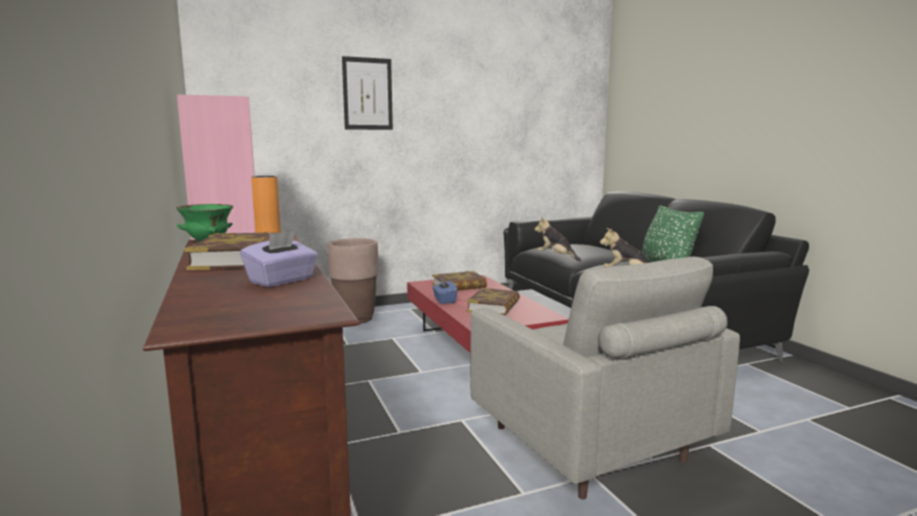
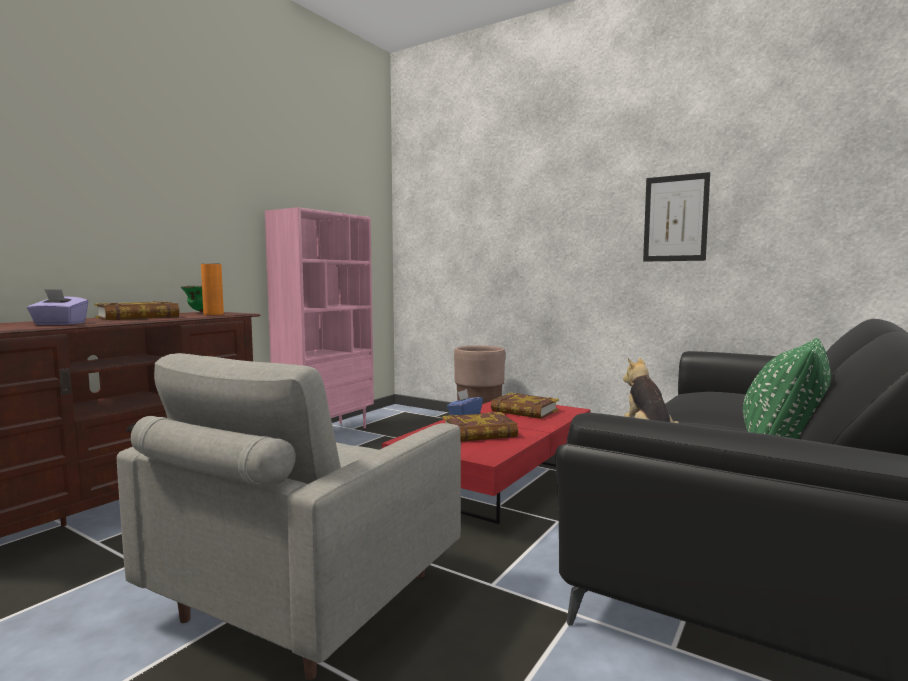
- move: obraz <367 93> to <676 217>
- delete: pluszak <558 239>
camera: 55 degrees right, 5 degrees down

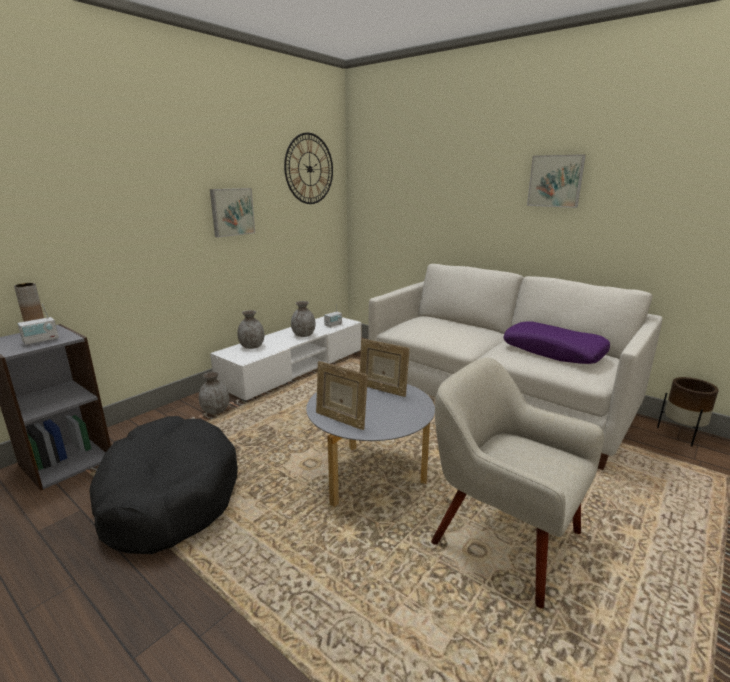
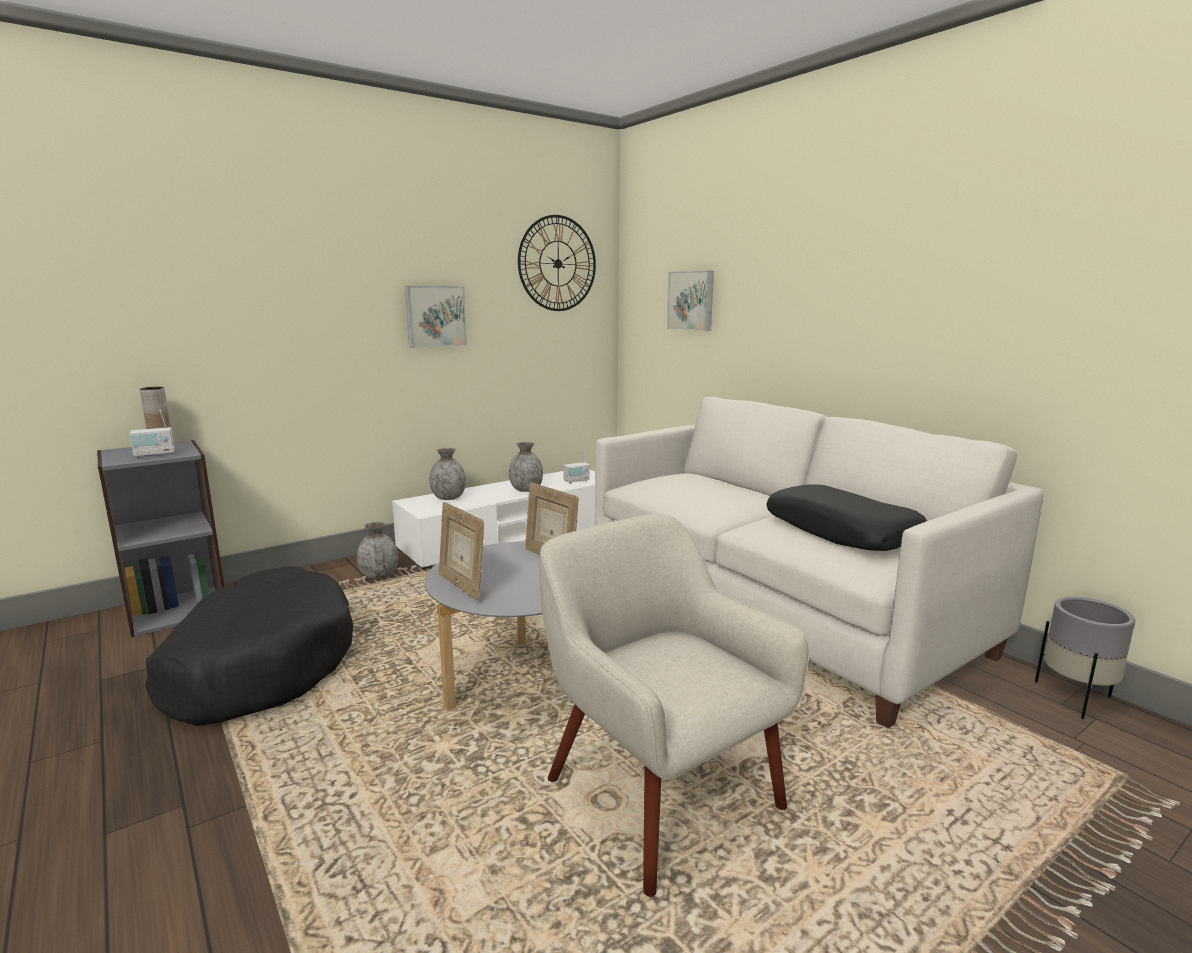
- move: obraz <556 181> to <690 301>
- recolor: poduszka/fioletowy <556 342> to poduszka/czarny <846 517>
- recolor: donica/brązowy <688 412> to donica/szary <1085 658>
camera: 15 degrees right, 5 degrees down

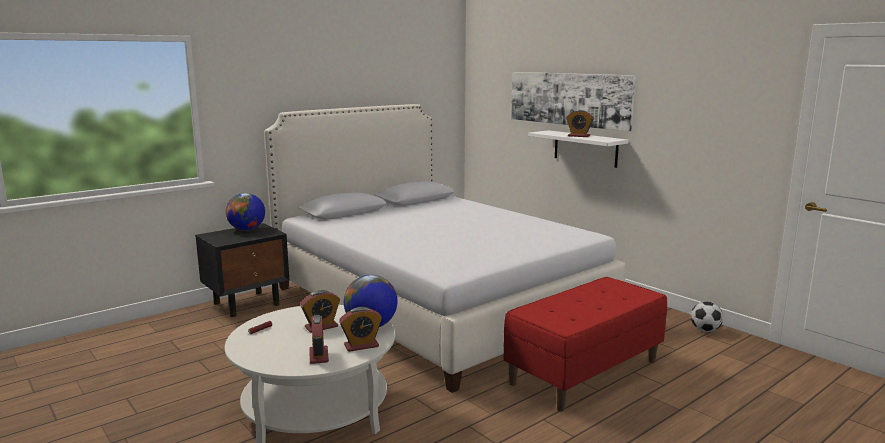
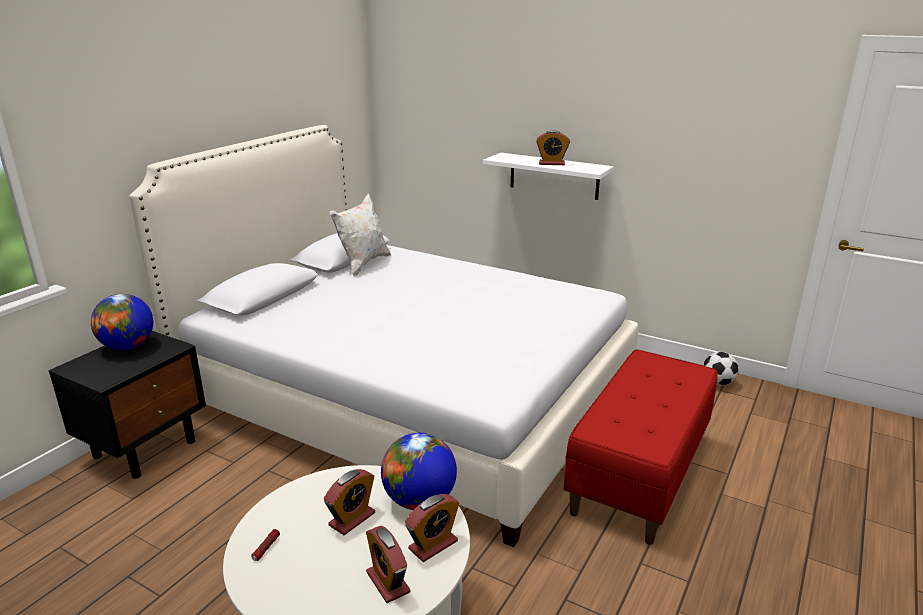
- delete: obraz <573 101>
- insert: poduszka/biały <360 234>
camera: 20 degrees left, 10 degrees up

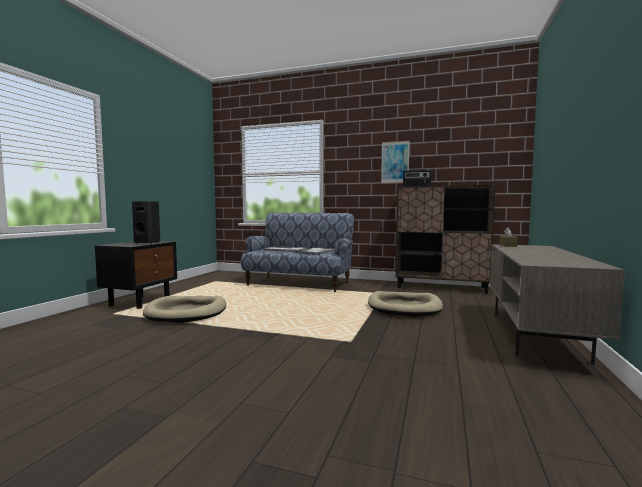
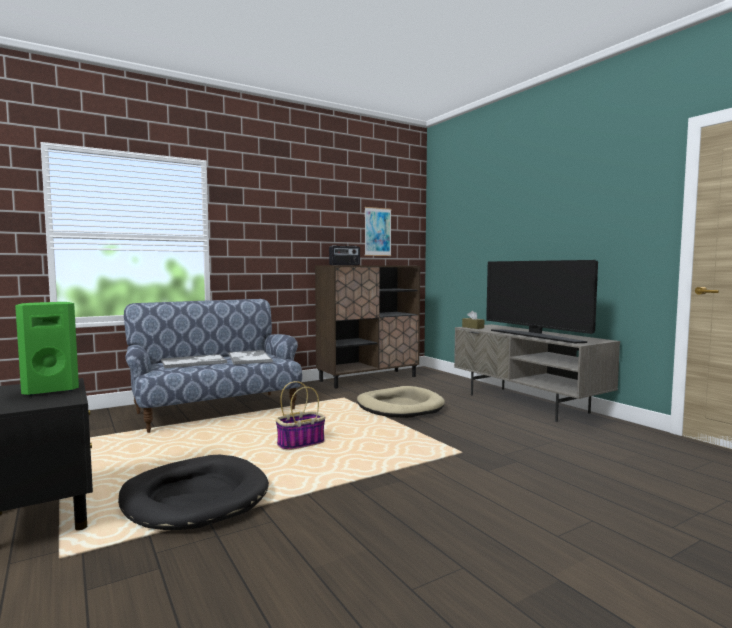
- move: obraz <395 162> to <378 231>
- recolor: głośnik/czarny <146 222> to głośnik/zielony <47 349>
- recolor: legowisko/beżowy <184 309> to legowisko/czarny <193 492>
- insert: telewizor <542 301>
- insert: koszyk <300 415>
camera: 50 degrees left, 0 degrees up

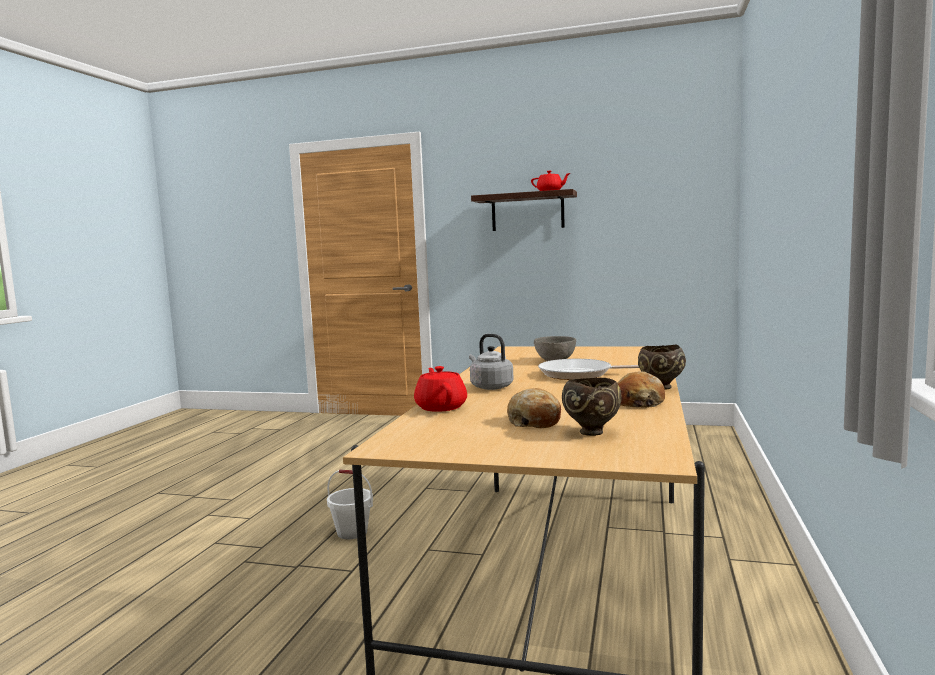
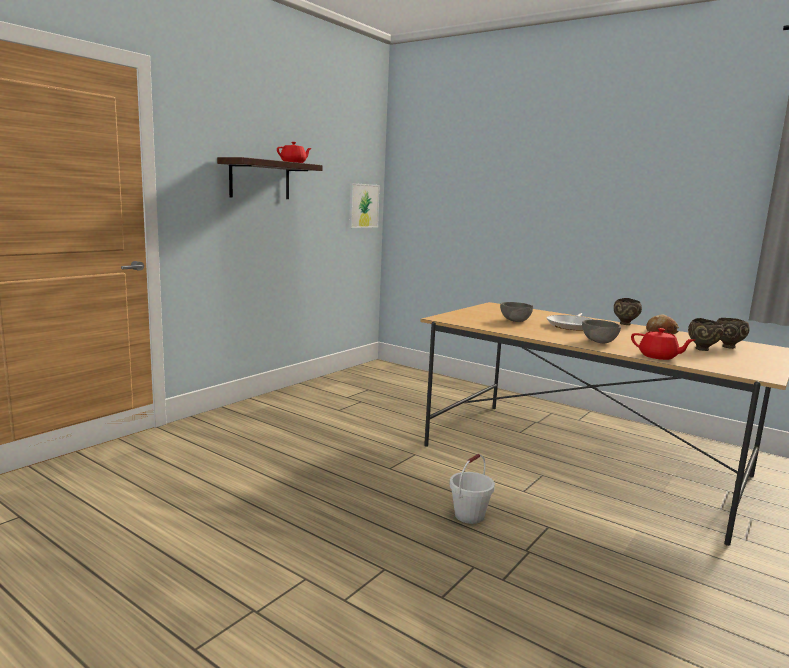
- replace: czajnik/szary <491 362> to miska/szary <601 331>
- rotate: imbryk/czerwony <440 389> = <663 344> 150 degrees counterclockwise
- replace: chleb <534 408> to miska/brązowy <706 334>
- insert: obraz <364 205>
camera: 70 degrees left, 5 degrees up

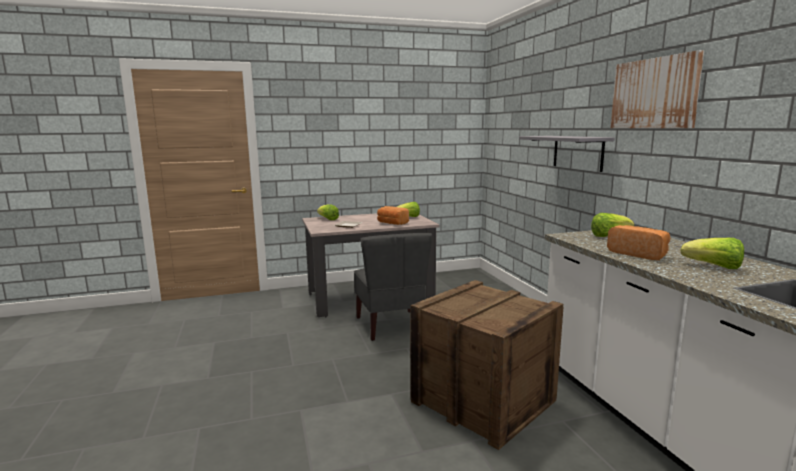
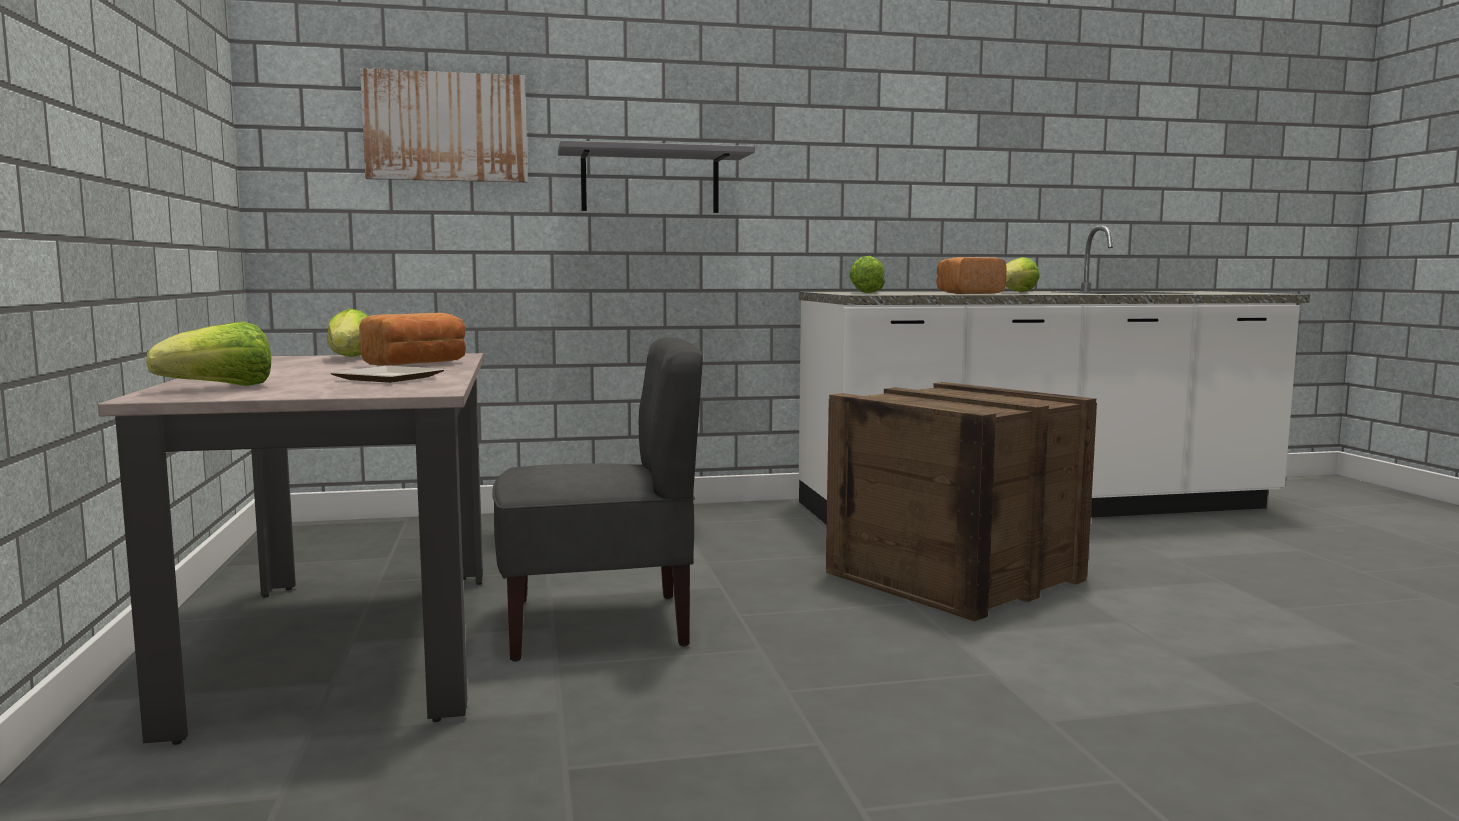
- move: obraz <657 89> to <444 125>
camera: 85 degrees left, 5 degrees down

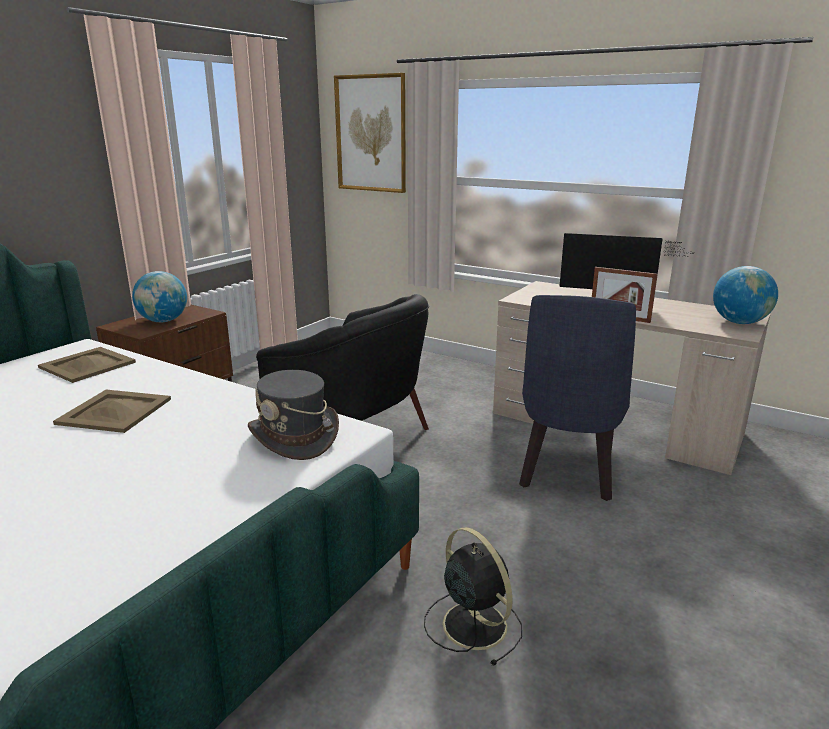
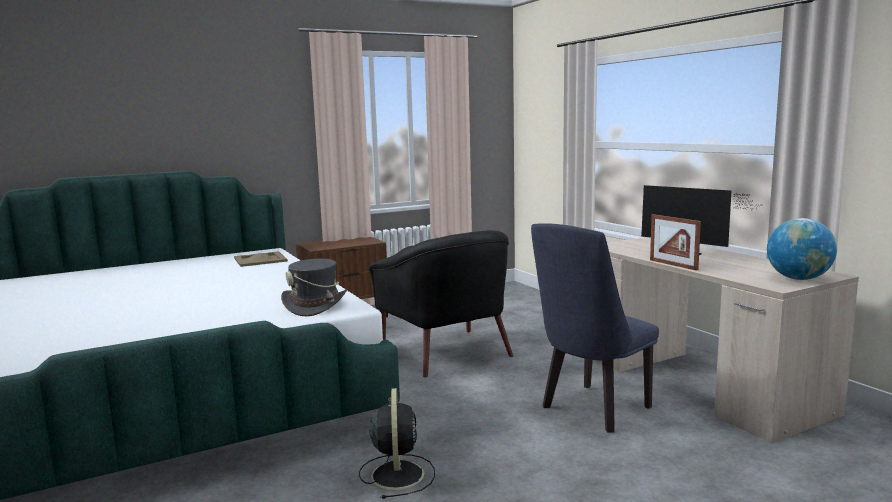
- delete: obraz <370 133>
- delete: globus <159 296>
- delete: taca/beżowy <112 411>
camera: 30 degrees right, 10 degrees down

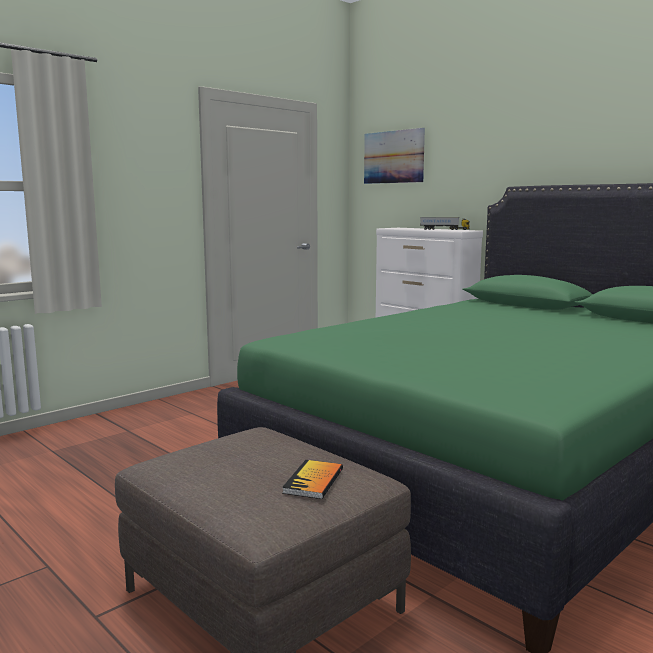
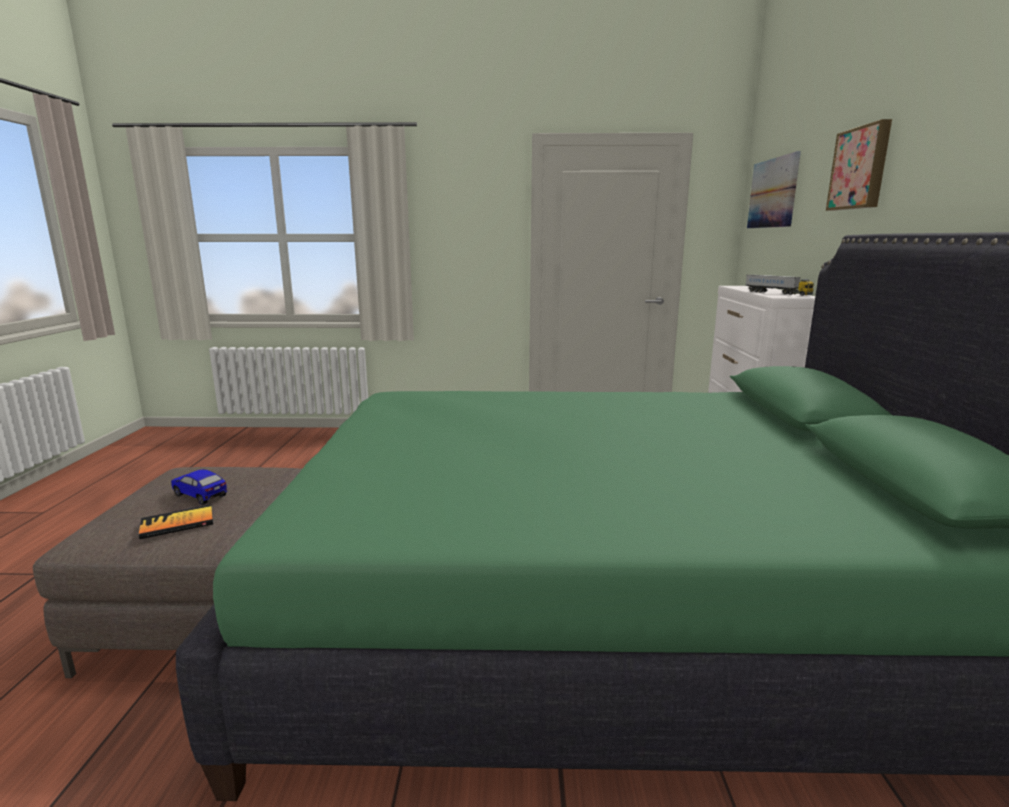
- insert: obraz <859 165>
- insert: samochodzik <199 487>
camera: 45 degrees right, 5 degrees up

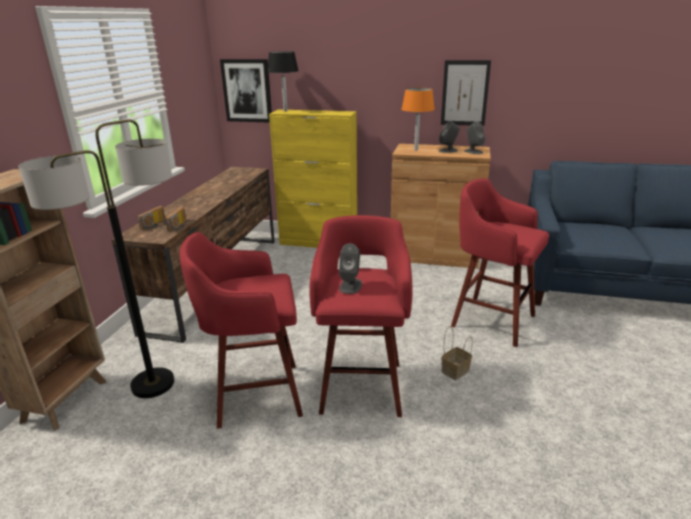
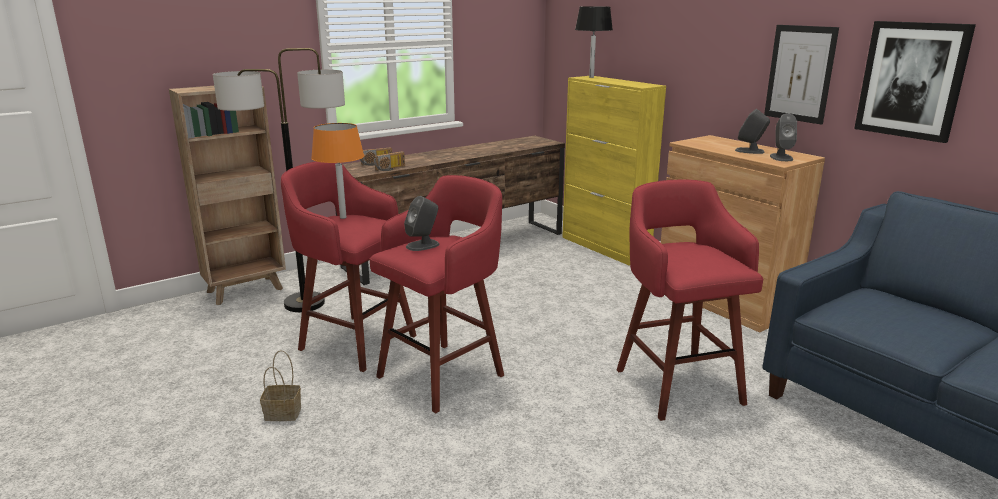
- move: obraz <246 91> to <915 82>
- move: lampa stołowa/pomarańczowy <418 119> to <337 171>
- move: koszyk <457 353> to <280 385>
camera: 40 degrees right, 5 degrees down

